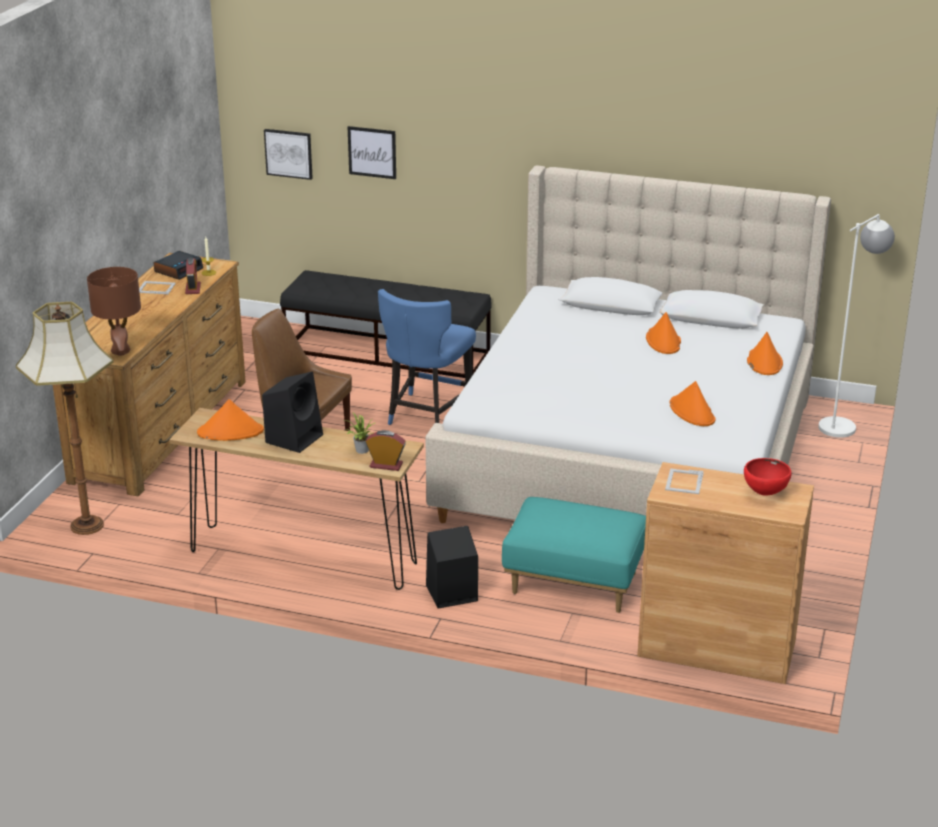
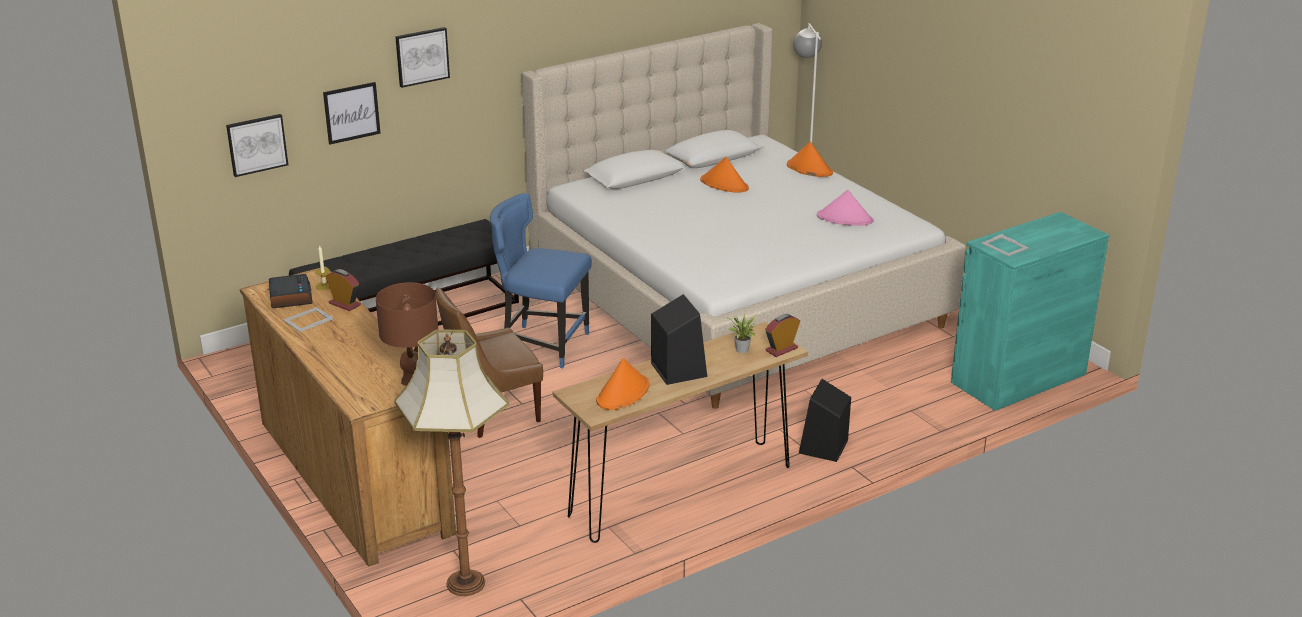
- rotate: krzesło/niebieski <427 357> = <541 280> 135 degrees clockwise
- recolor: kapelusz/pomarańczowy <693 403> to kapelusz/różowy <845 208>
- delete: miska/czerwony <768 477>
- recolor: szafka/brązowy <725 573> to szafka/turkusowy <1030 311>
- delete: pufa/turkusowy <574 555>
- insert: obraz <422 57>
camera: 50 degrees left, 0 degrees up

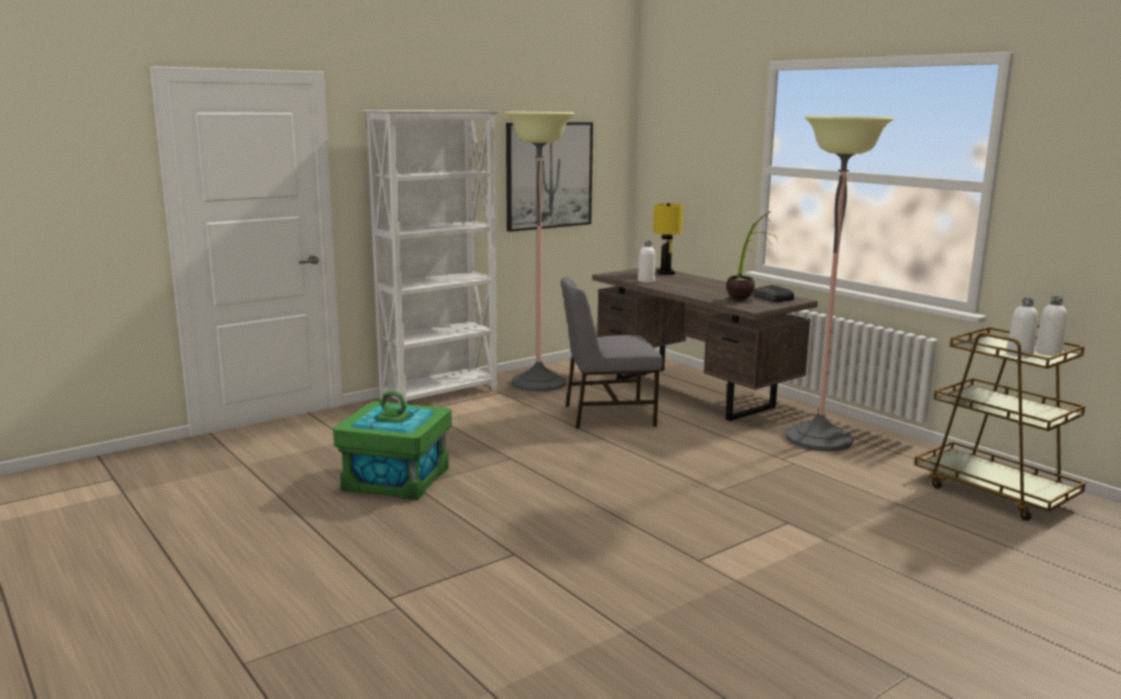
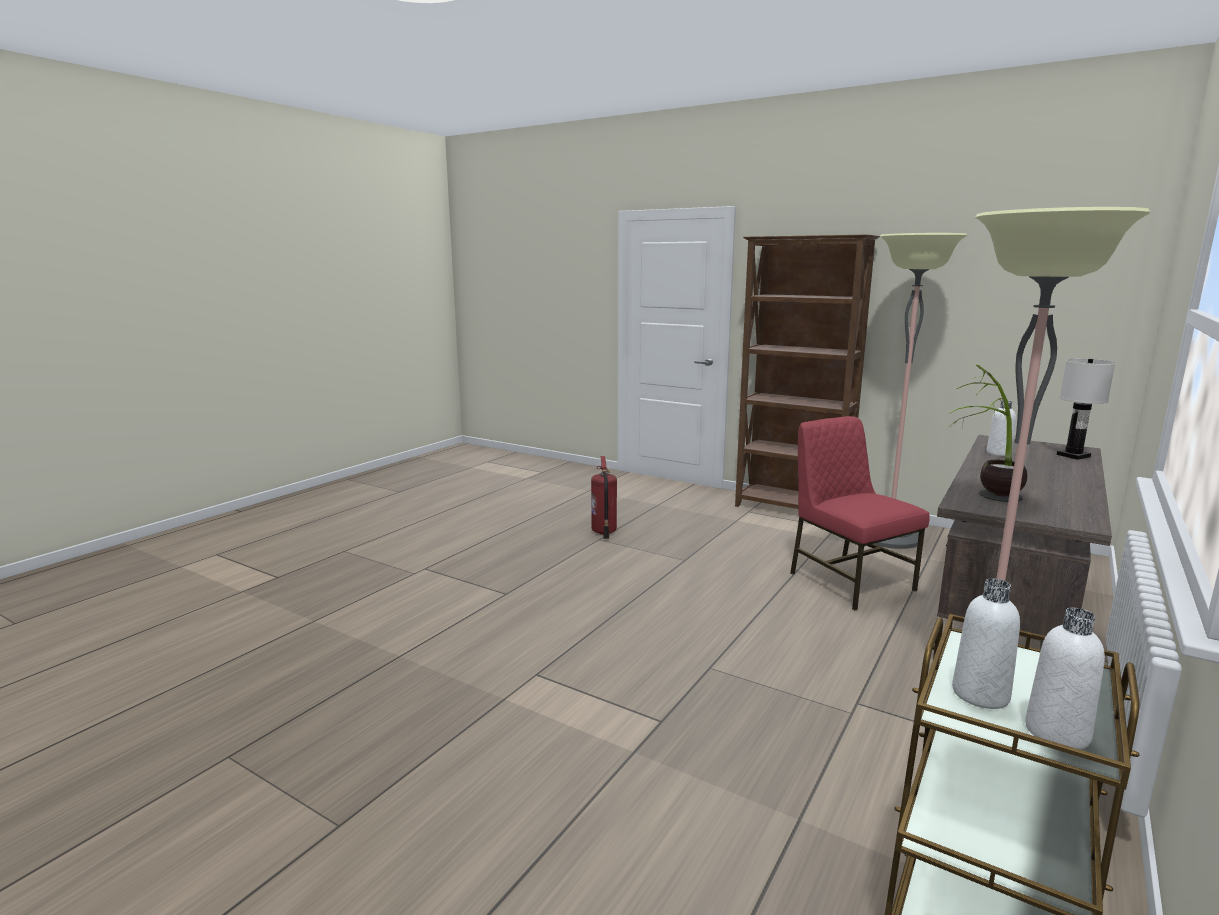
- recolor: regał/biały <431 256> to regał/brązowy <807 371>
- delete: obraz <549 177>
- recolor: lampa stołowa/żółty <668 239> to lampa stołowa/biały <1086 409>
- recolor: krzesło/szary <612 353> to krzesło/czerwony <860 513>
- delete: radio <774 293>
- replace: pojemnik do przechowywania/zielony <392 445> to gaśnica <604 497>
camera: 70 degrees right, 0 degrees up

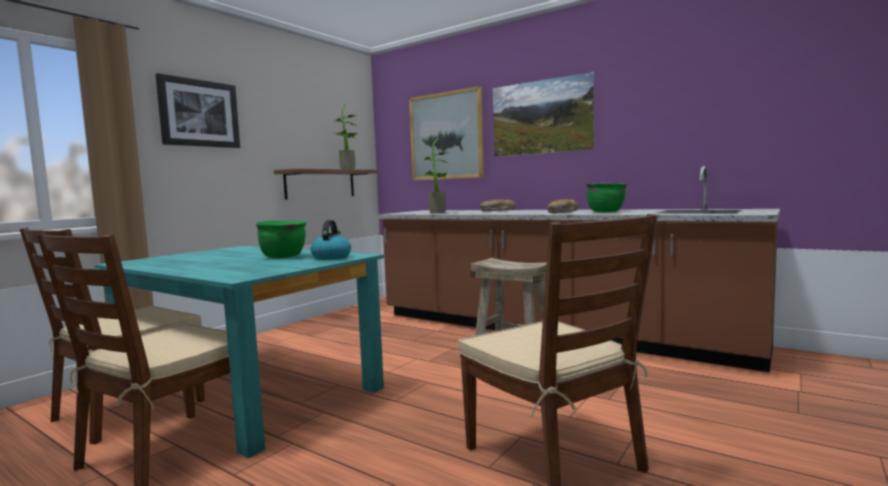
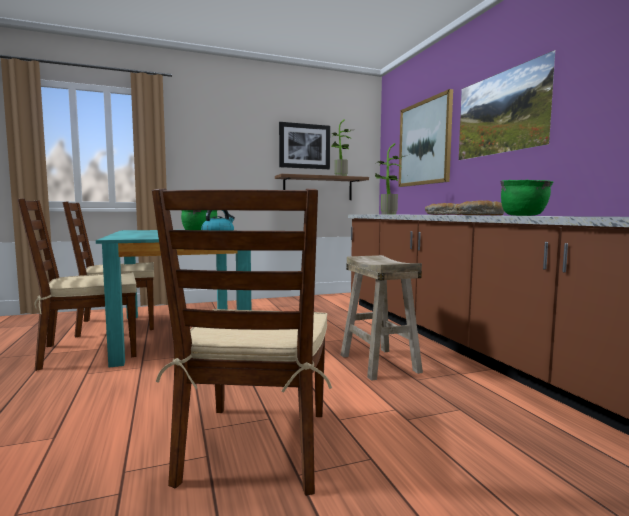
- move: obraz <198 110> to <304 145>
camera: 35 degrees right, 0 degrees up

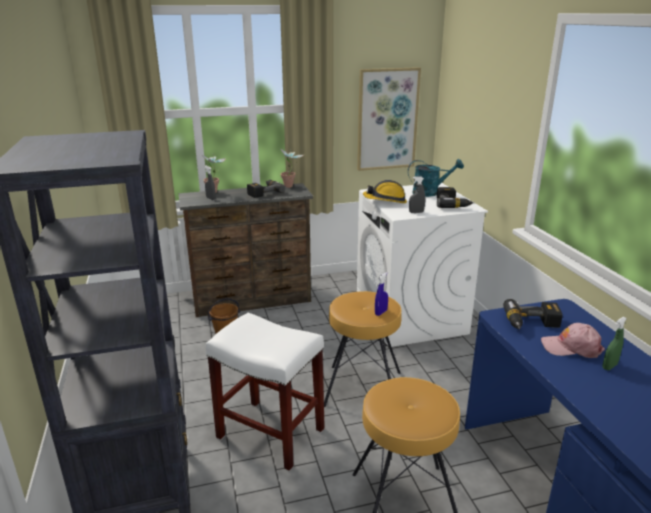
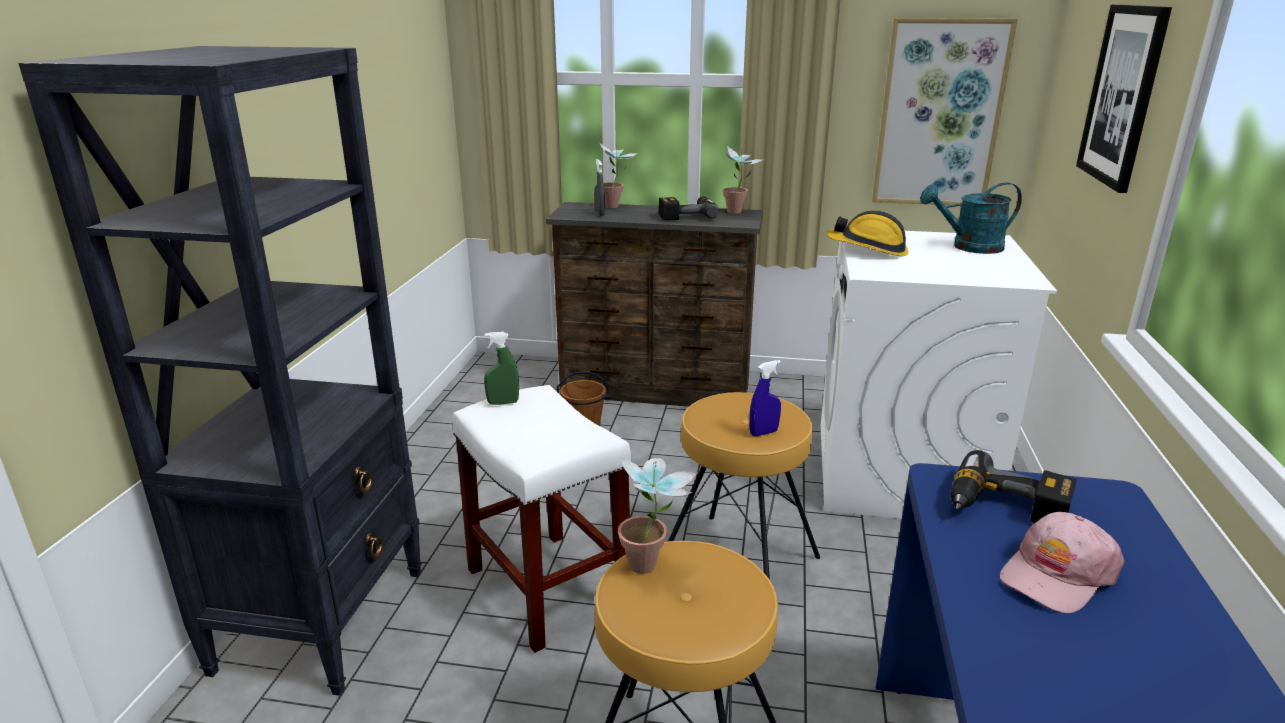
- rotate: konewka/turkusowy <436 178> = <971 218> 150 degrees clockwise
- delete: spryskiwacz/szary <417 195>
- delete: wiertarka <455 197>
- move: spryskiwacz/zielony <614 343> to <501 368>
- rotate: czapka z daszkiem/różowy <573 340> = <1062 562> 75 degrees counterclockwise
- insert: obraz <1124 99>
- insert: roślina doniczkowa <658 515>
camera: 25 degrees right, 0 degrees up

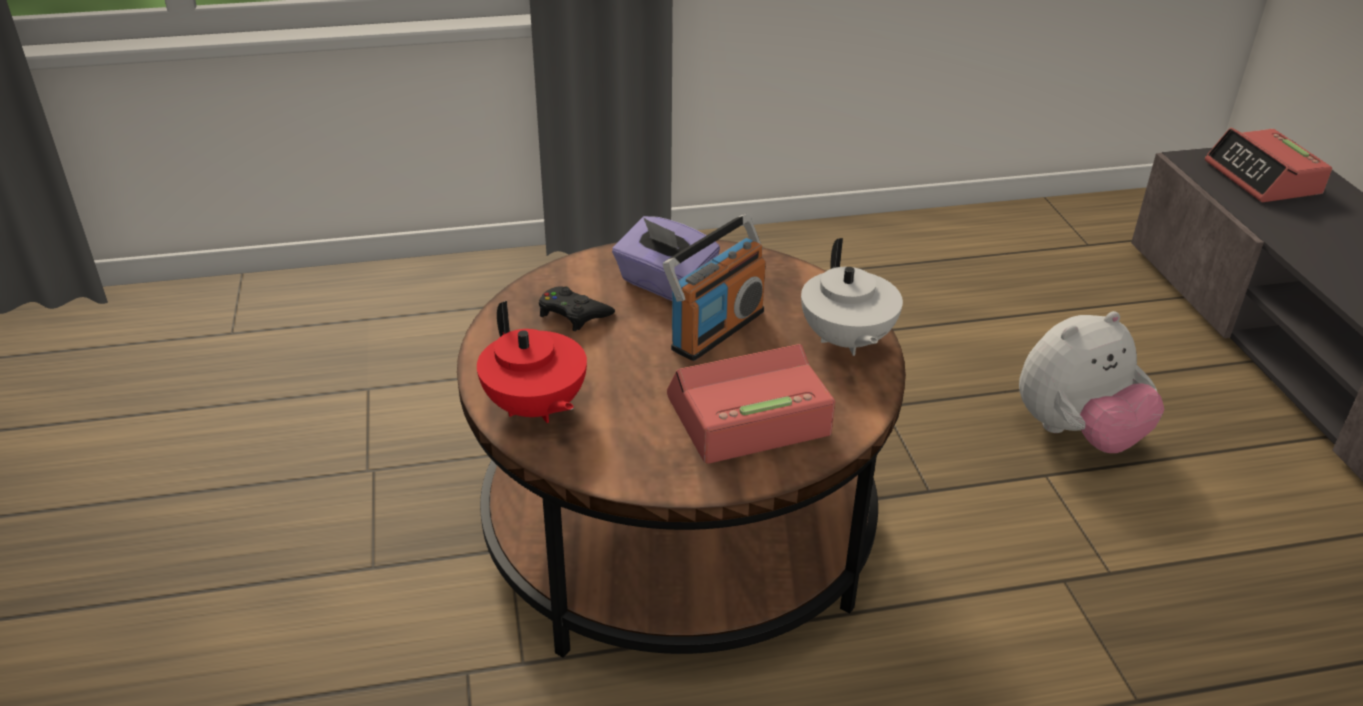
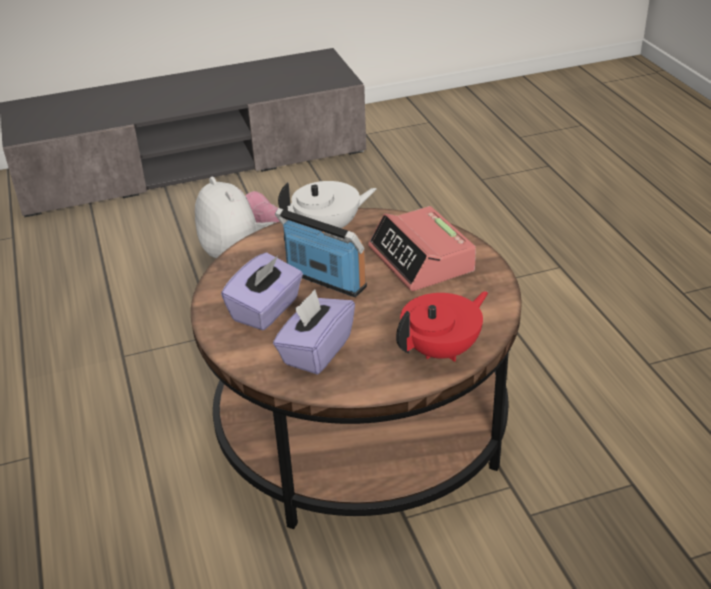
- delete: budzik <1268 165>
- replace: pad do gier/czarny <577 308> to pudełko chusteczek/fioletowy <314 332>
camera: 95 degrees left, 0 degrees up

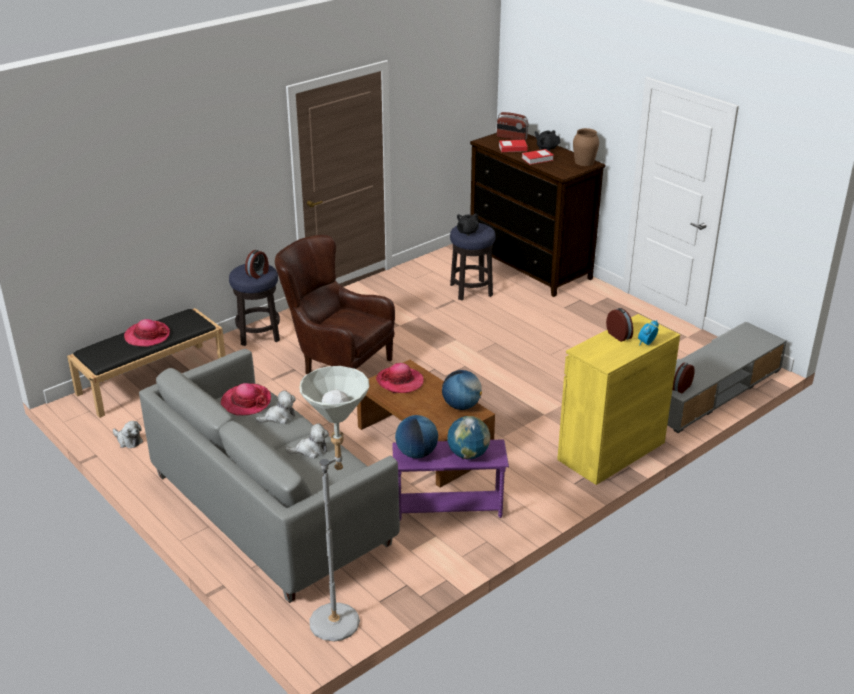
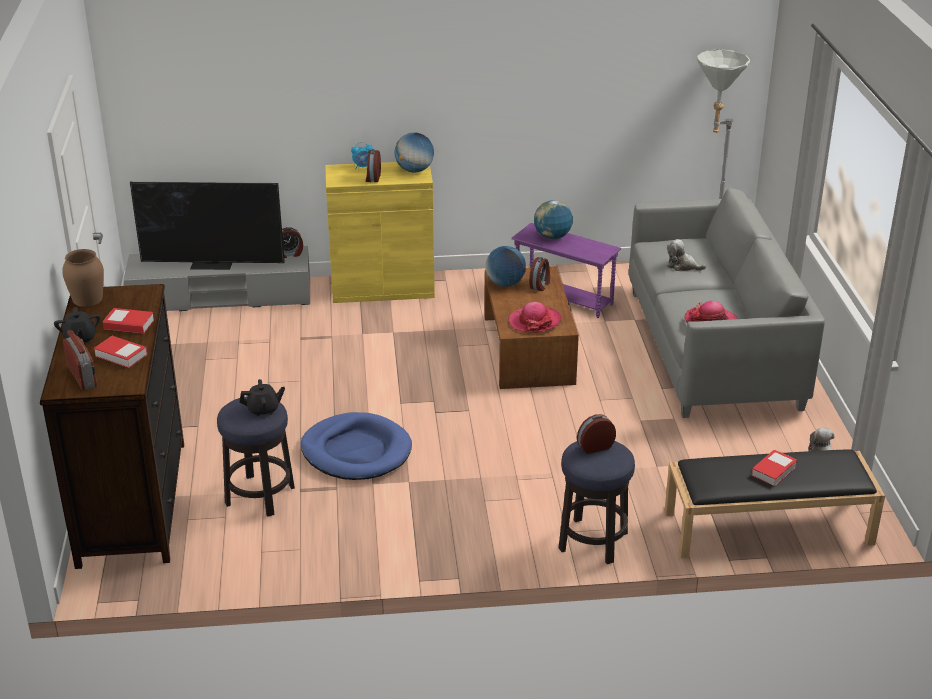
- delete: fotel/brązowy <335 304>
- replace: kapelusz <147 333> to książka <774 468>
- delete: pluszak <276 407>
- move: globus <416 436> to <414 152>
- insert: telewizor <207 226>
- insert: budzik <539 274>
- insert: legowisko/niebieski <356 446>
camera: 145 degrees left, 0 degrees up

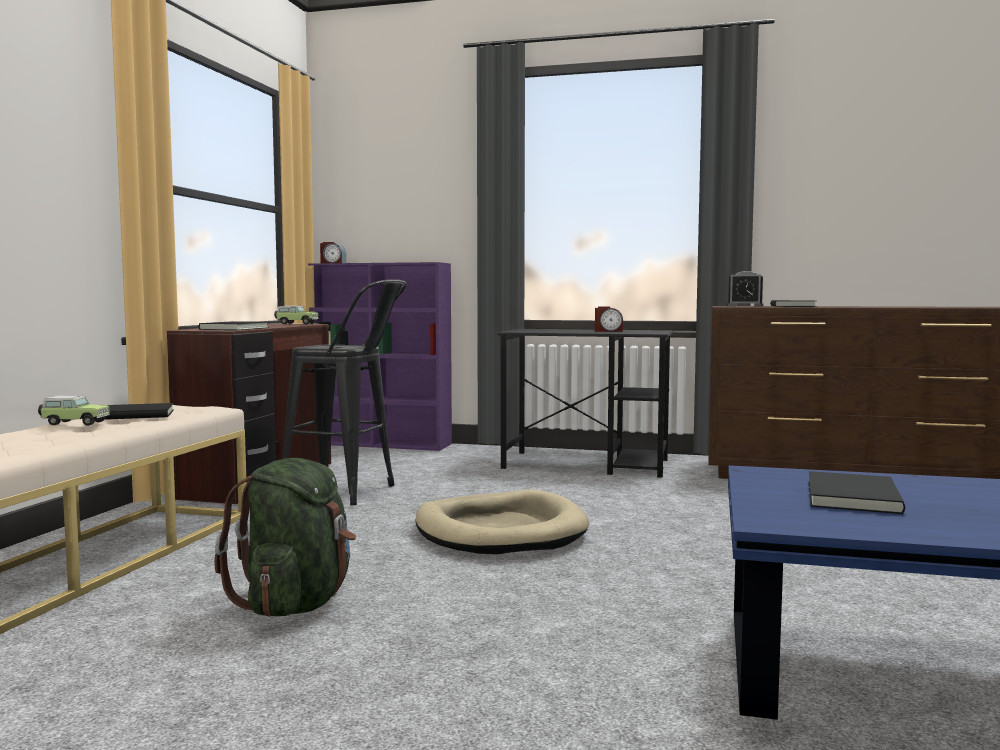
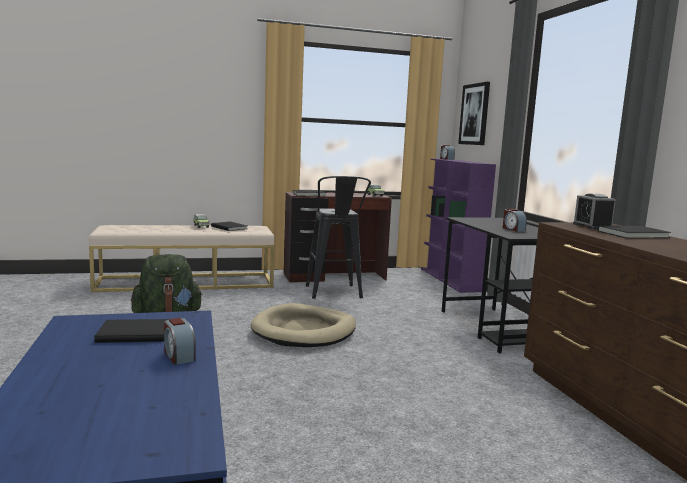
- insert: obraz <474 113>
- insert: budzik <180 341>
camera: 60 degrees right, 5 degrees up

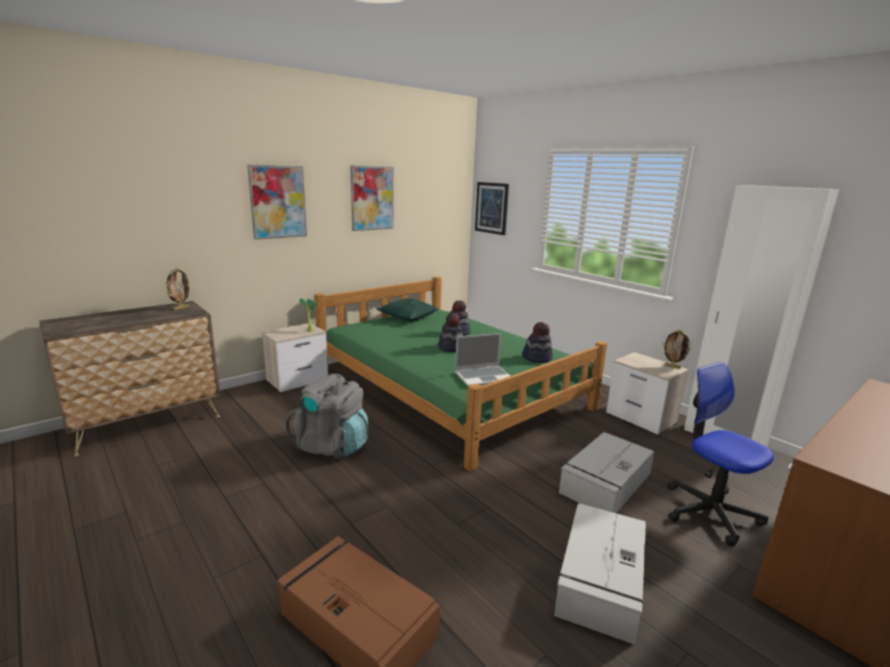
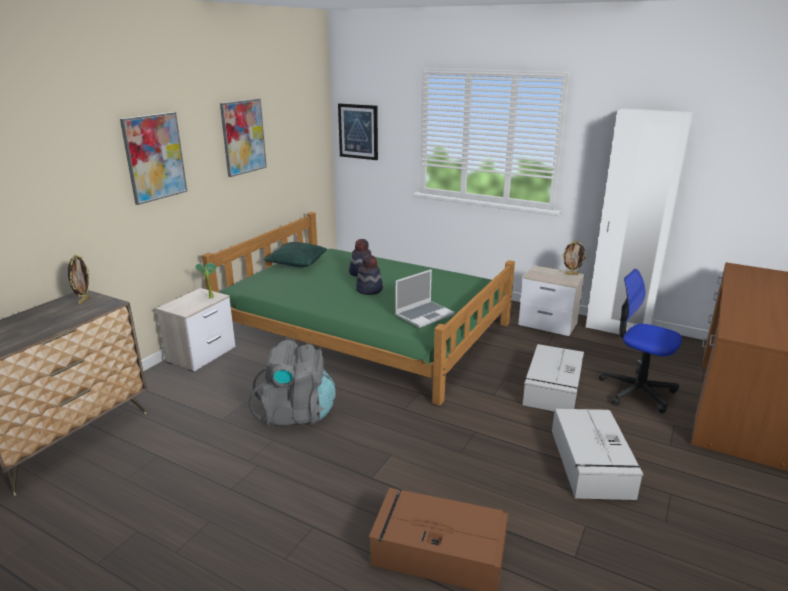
- delete: kapelusz <537 342>
camera: 20 degrees left, 5 degrees up

